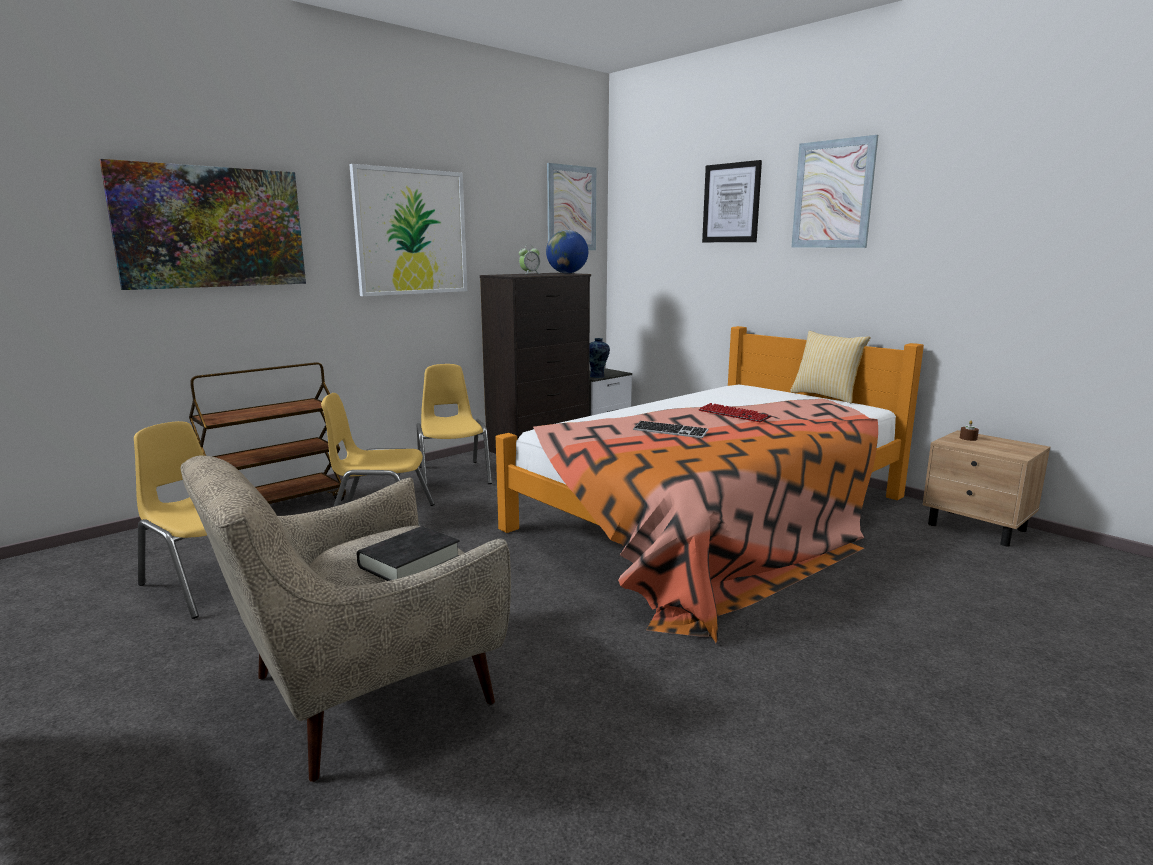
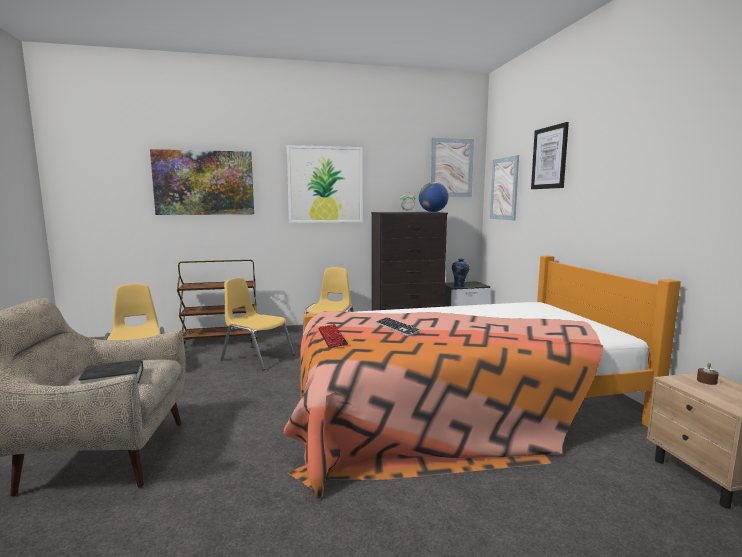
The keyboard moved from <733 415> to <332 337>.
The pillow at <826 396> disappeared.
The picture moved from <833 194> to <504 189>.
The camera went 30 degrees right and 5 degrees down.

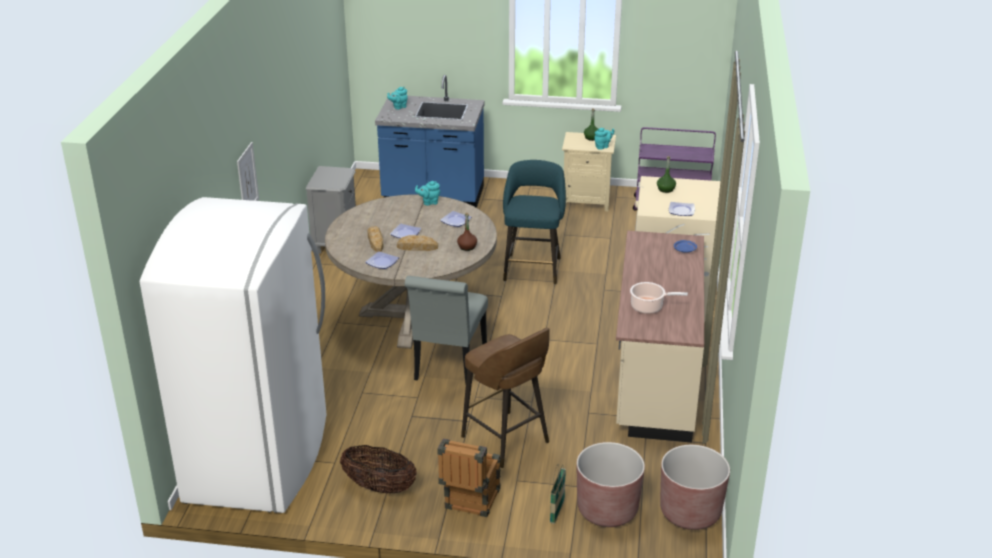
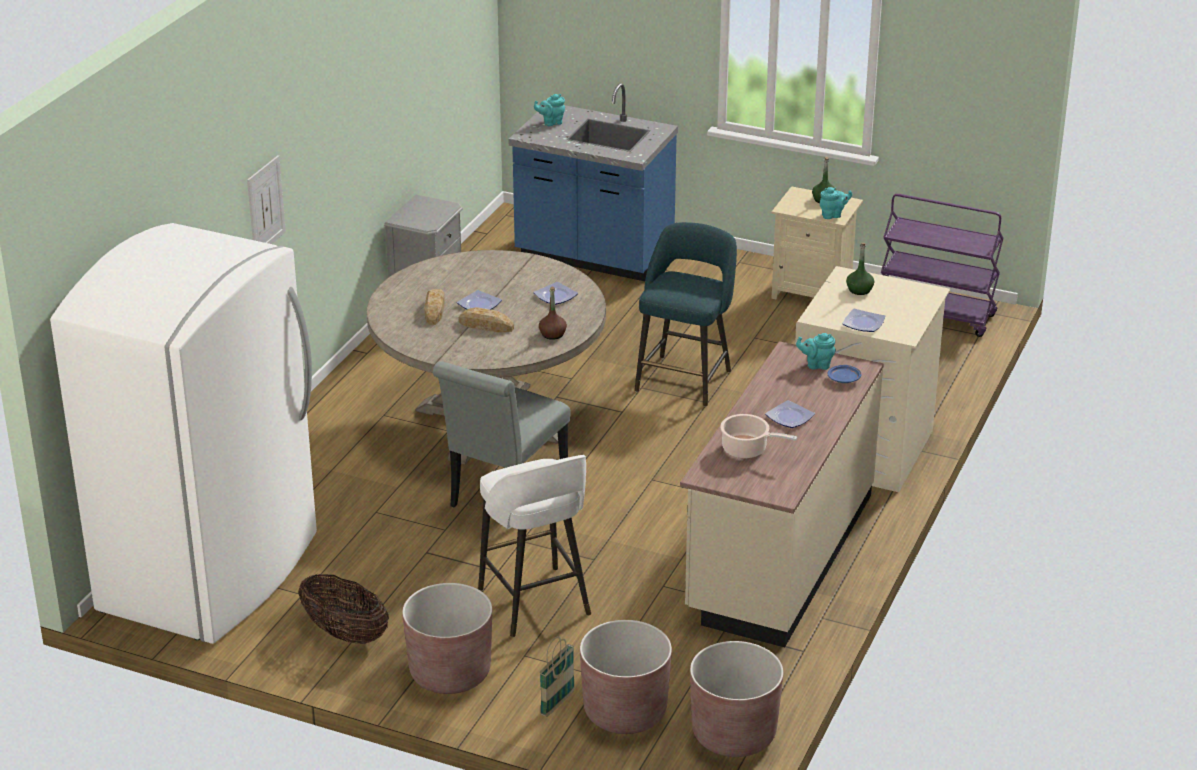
The plate moved from <382 262> to <790 417>.
The teapot (turquoise) moved from <429 202> to <816 365>.
The crate at <469 503> was replaced by the planter (brown) at <450 673>.
The stool (brown) at <506 441> became the stool (white) at <535 604>.
The camera went 15 degrees right and 0 degrees up.

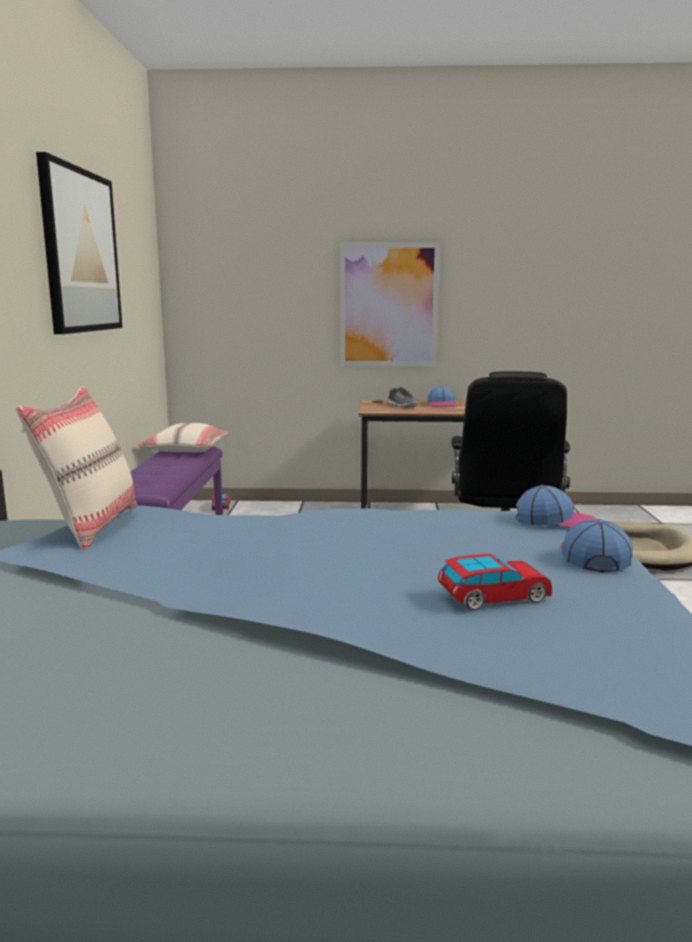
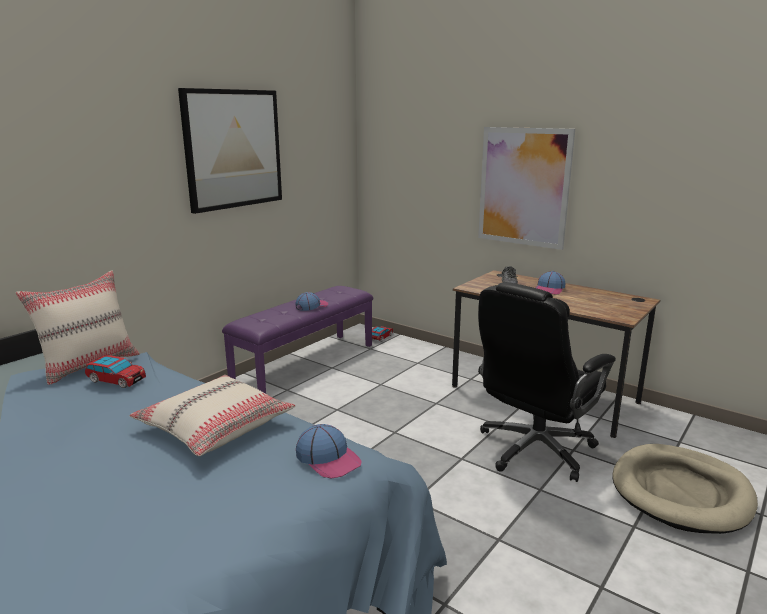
The pillow (beige) moved from <185 449> to <215 426>.
The toy car moved from <493 597> to <116 380>.
The cap moved from <593 555> to <311 306>.
The camera went 35 degrees right and 5 degrees up.

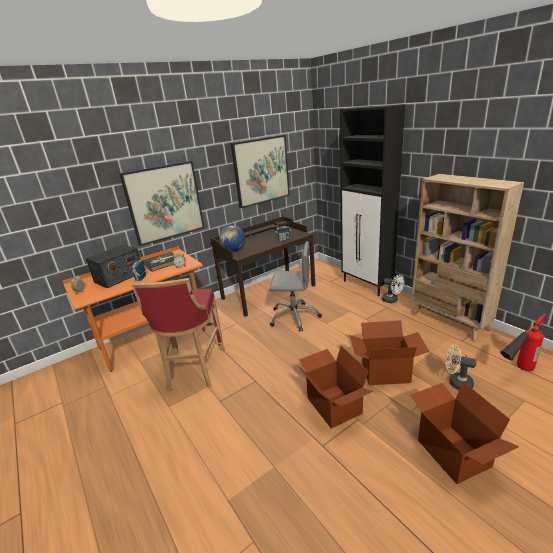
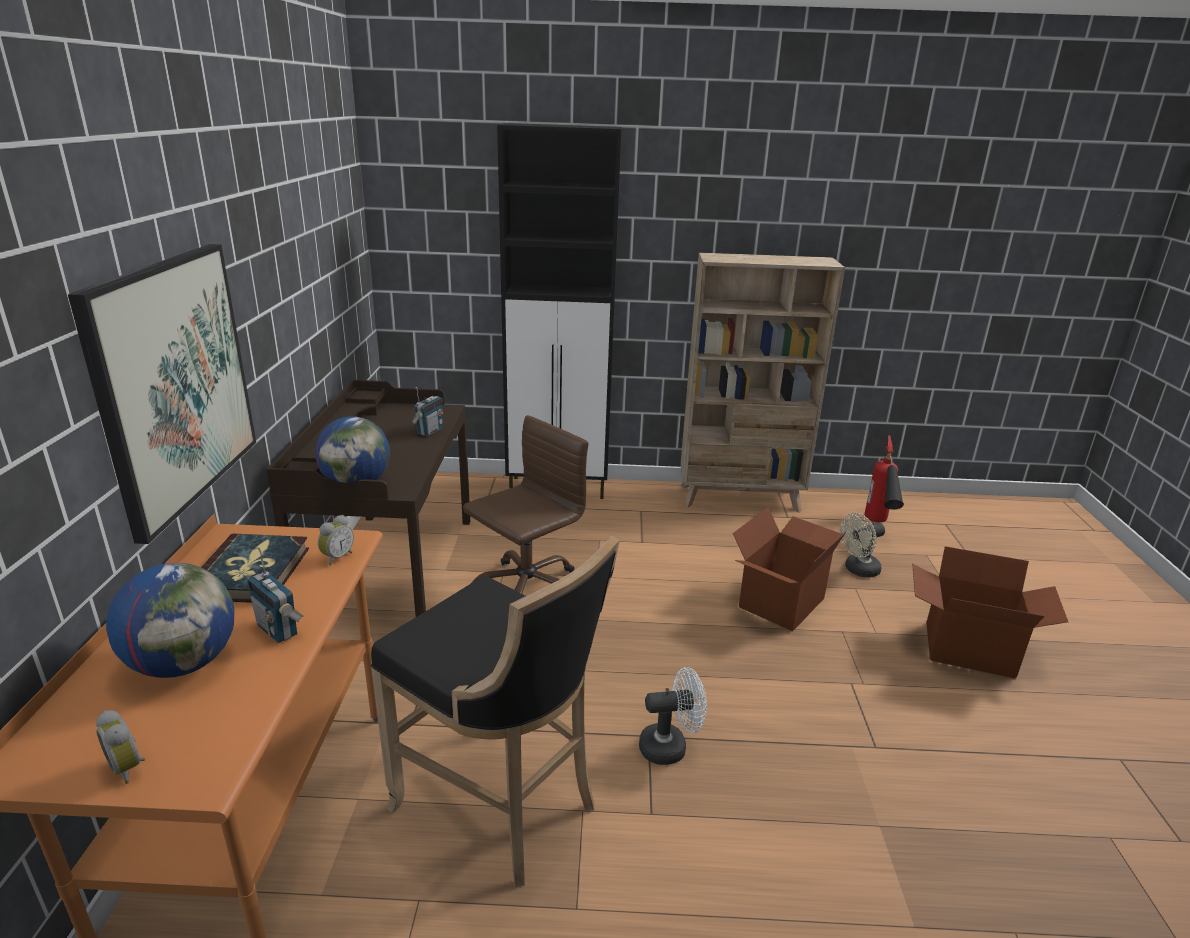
The radio at <119 277> was replaced by the globe at <184 663>.
The stool (red) at <194 370> became the stool (black) at <502 806>.
The picture at <261 171> disappeared.
The office chair (grey) at <294 317> became the office chair (brown) at <526 593>.
The cardboard box at <333 406> disappeared.
The fan (white) moved from <392 300> to <670 746>.
The camera went 55 degrees left and 0 degrees up.

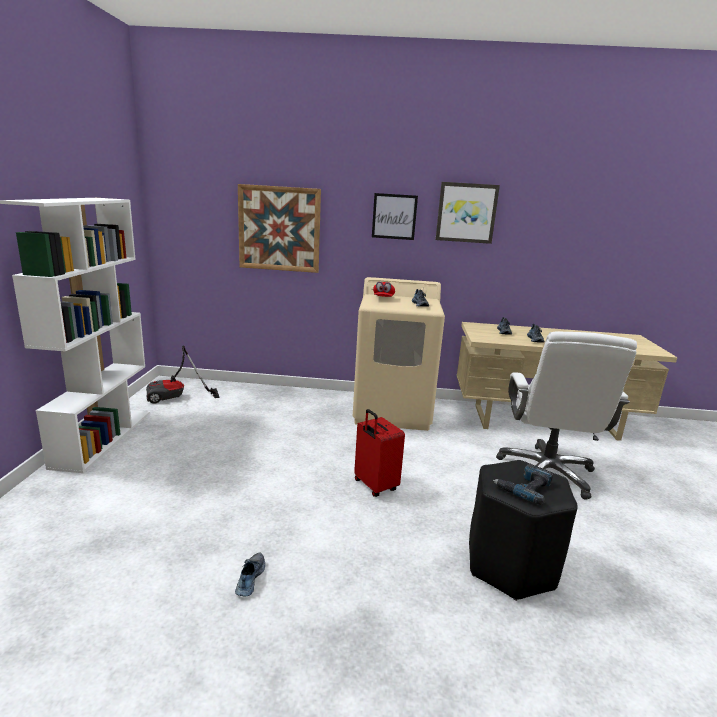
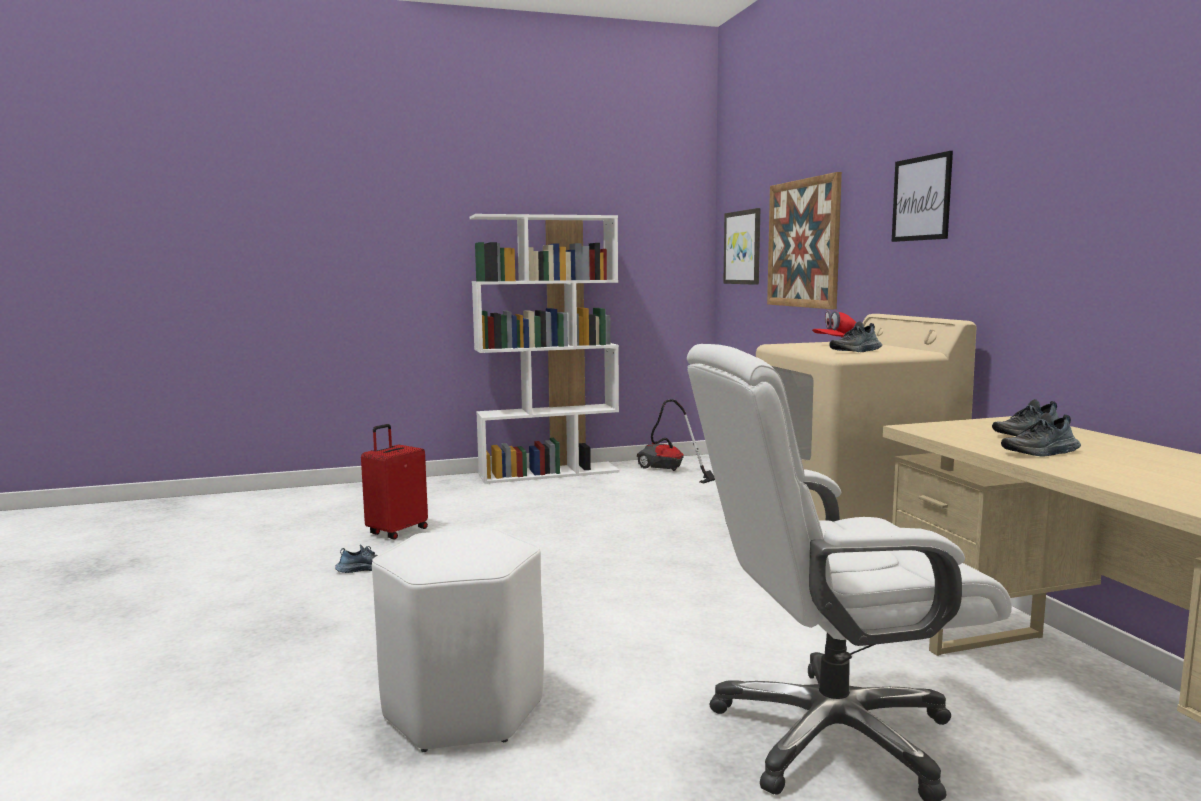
The suitcase (red) moved from <374 486> to <397 531>.
The picture moved from <466 213> to <743 247>.
The stool (black) at <510 566> became the stool (white) at <464 709>.
The power drill at <524 487> disappeared.
The camera went 70 degrees right and 10 degrees down.

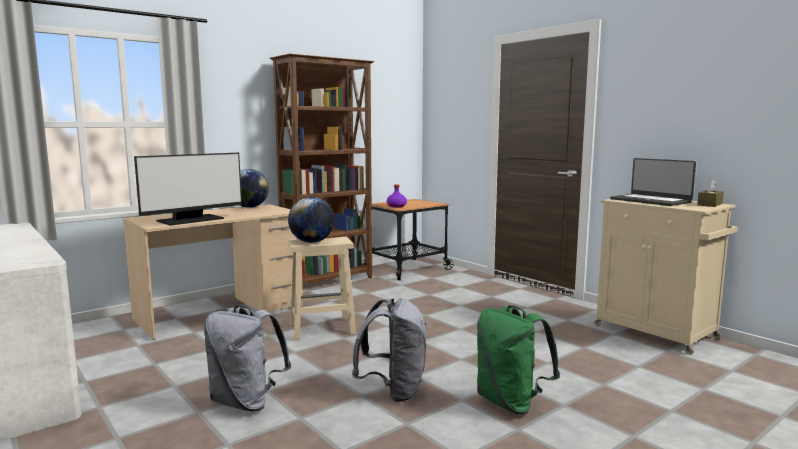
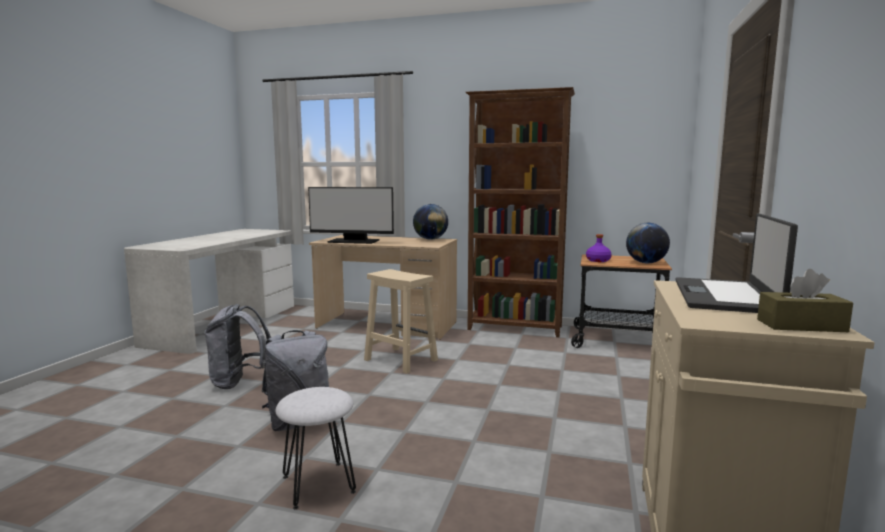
The globe moved from <312 242> to <646 263>.
The backpack (green) at <511 403> was replaced by the stool (white) at <318 484>.
The camera went 55 degrees right and 0 degrees up.

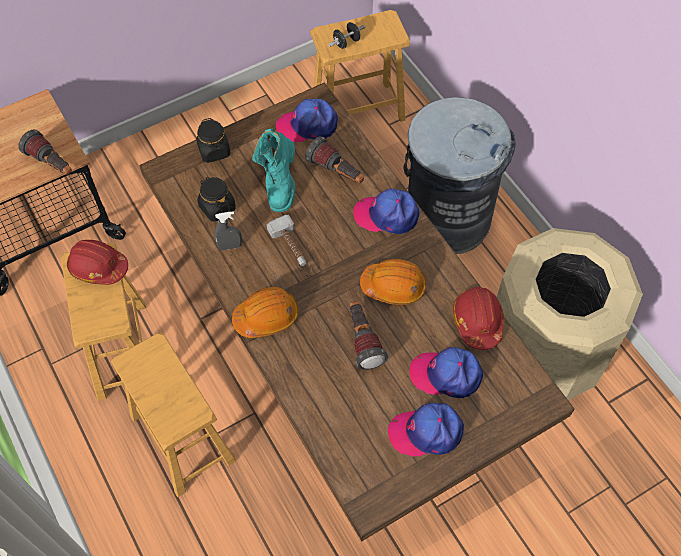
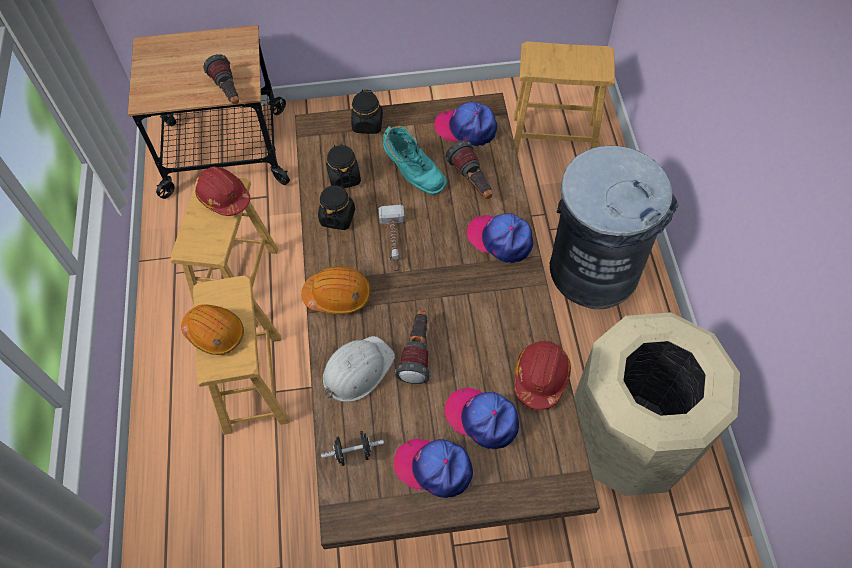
The spray bottle (grey) at <230 246> was replaced by the jar (black) at <337 217>.
The boot (turquoise) at <279 184> turned 75 degrees counterclockwise.
The dumbbell (black) moved from <346 42> to <353 452>.
The hard hat (orange) moved from <394 286> to <214 332>.
The hard hat (white) at <357 370> appeared.
The camera went 25 degrees right and 0 degrees up.

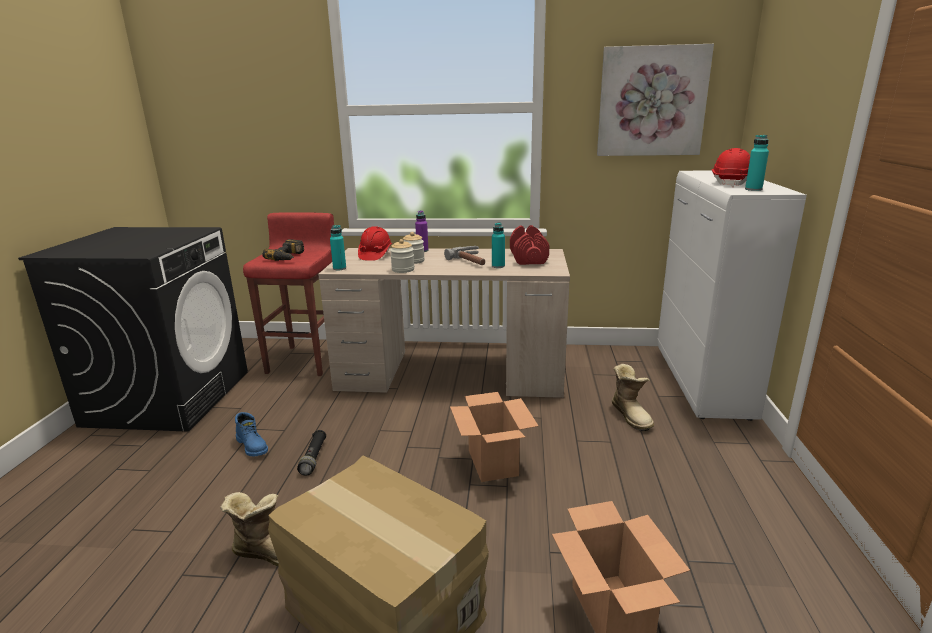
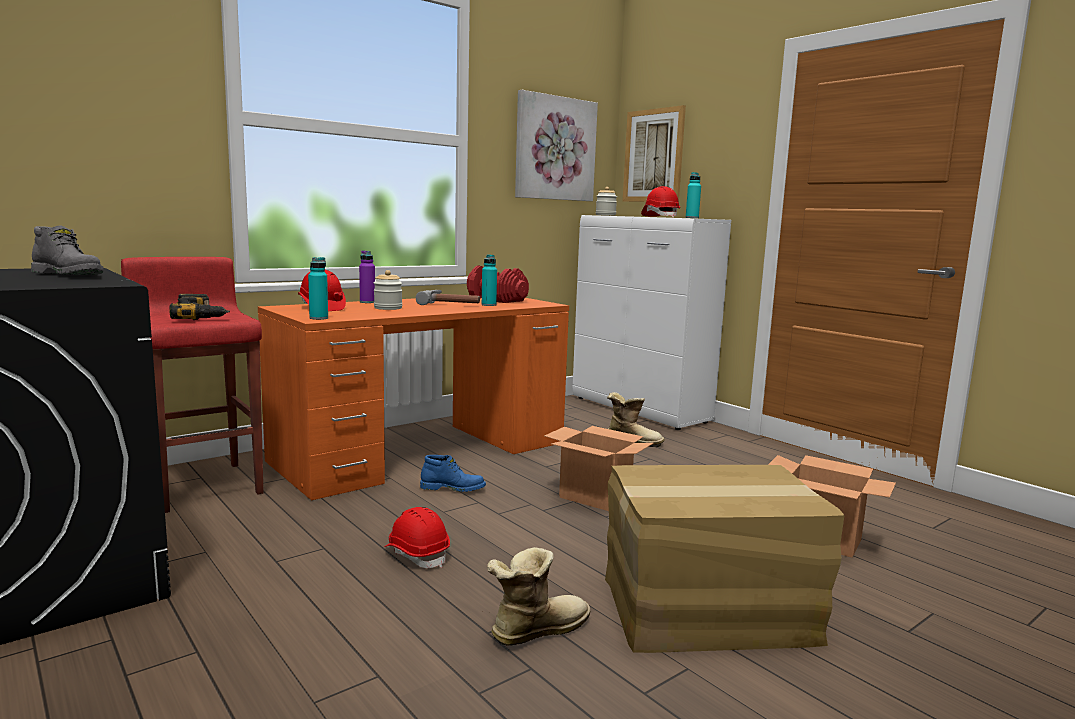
The boot (blue) moved from <253 446> to <453 488>.
The flashlight (black) at <313 458> was replaced by the hard hat (red) at <417 554>.
The desk (beige) at <452 372> became the desk (orange) at <424 451>.
The jar moved from <403 270> to <605 215>.
The boot (grey) at <69 275> appeared.
The picture at <653 156> appeared.
The camera went 45 degrees left and 10 degrees down.

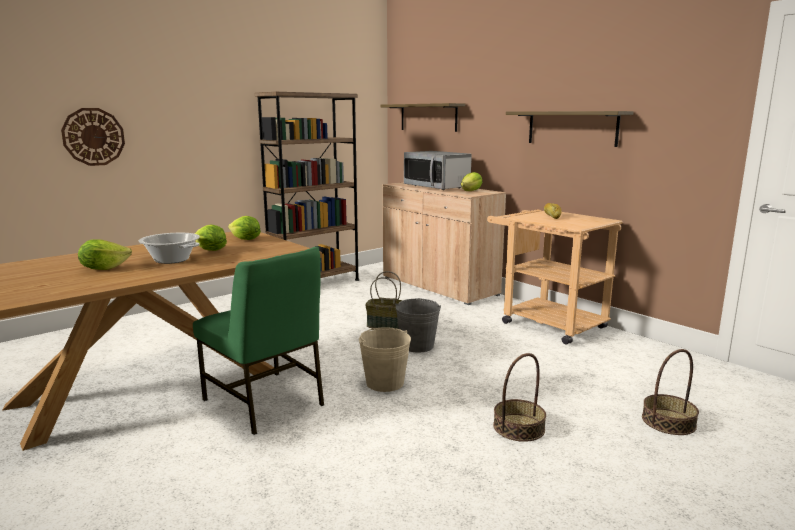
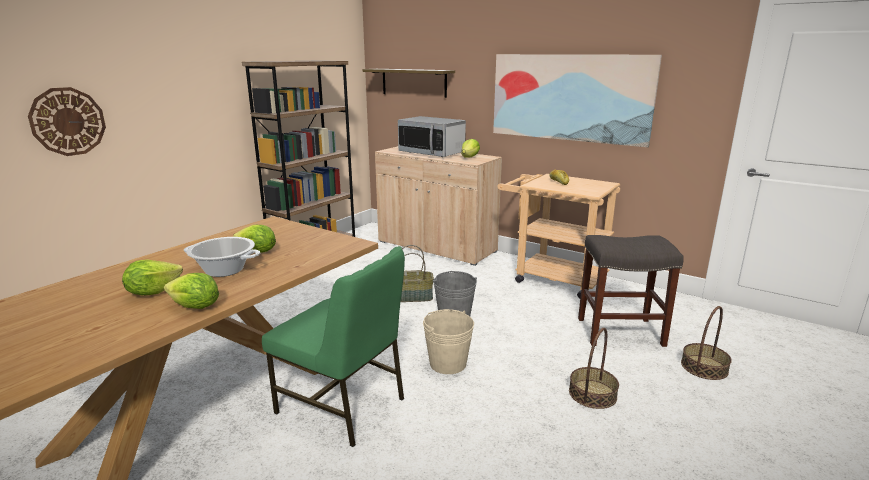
The lettuce moved from <245 240> to <195 307>.
The shelf at <571 128> was replaced by the picture at <569 97>.
The stool (grey) at <619 332> appeared.
The camera went 15 degrees left and 5 degrees up.

